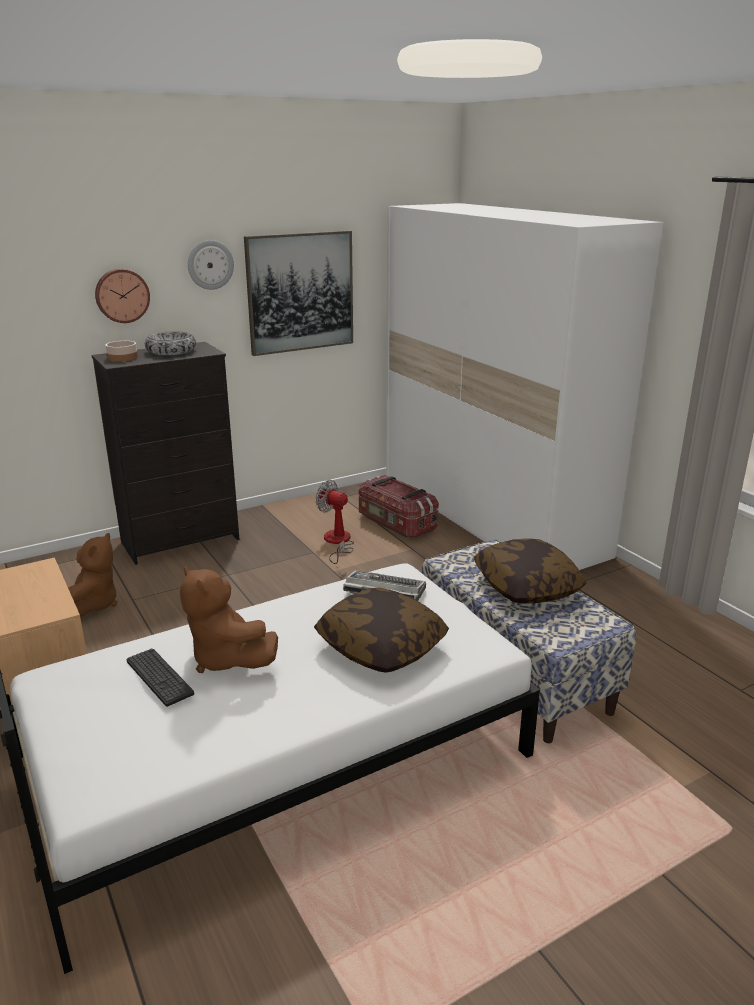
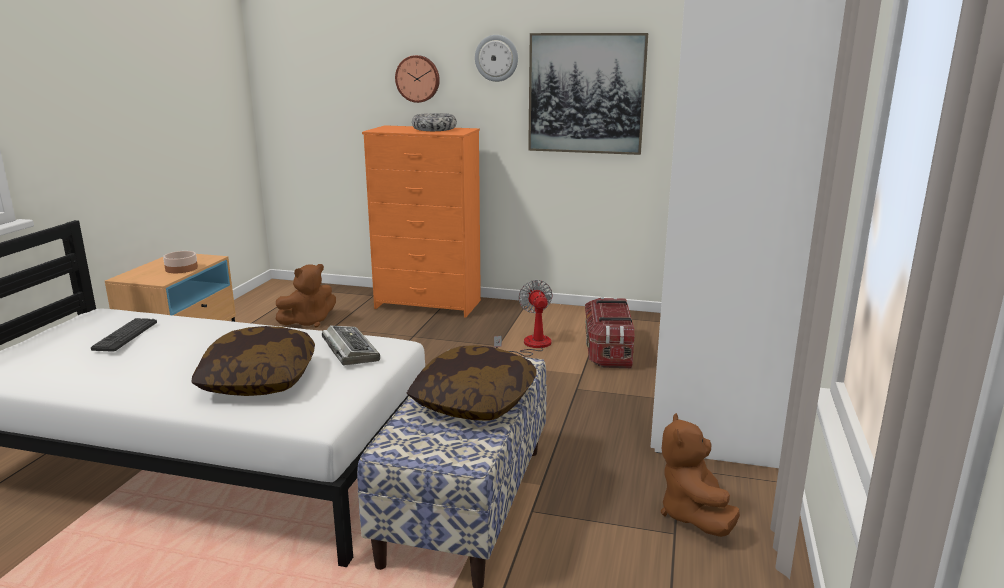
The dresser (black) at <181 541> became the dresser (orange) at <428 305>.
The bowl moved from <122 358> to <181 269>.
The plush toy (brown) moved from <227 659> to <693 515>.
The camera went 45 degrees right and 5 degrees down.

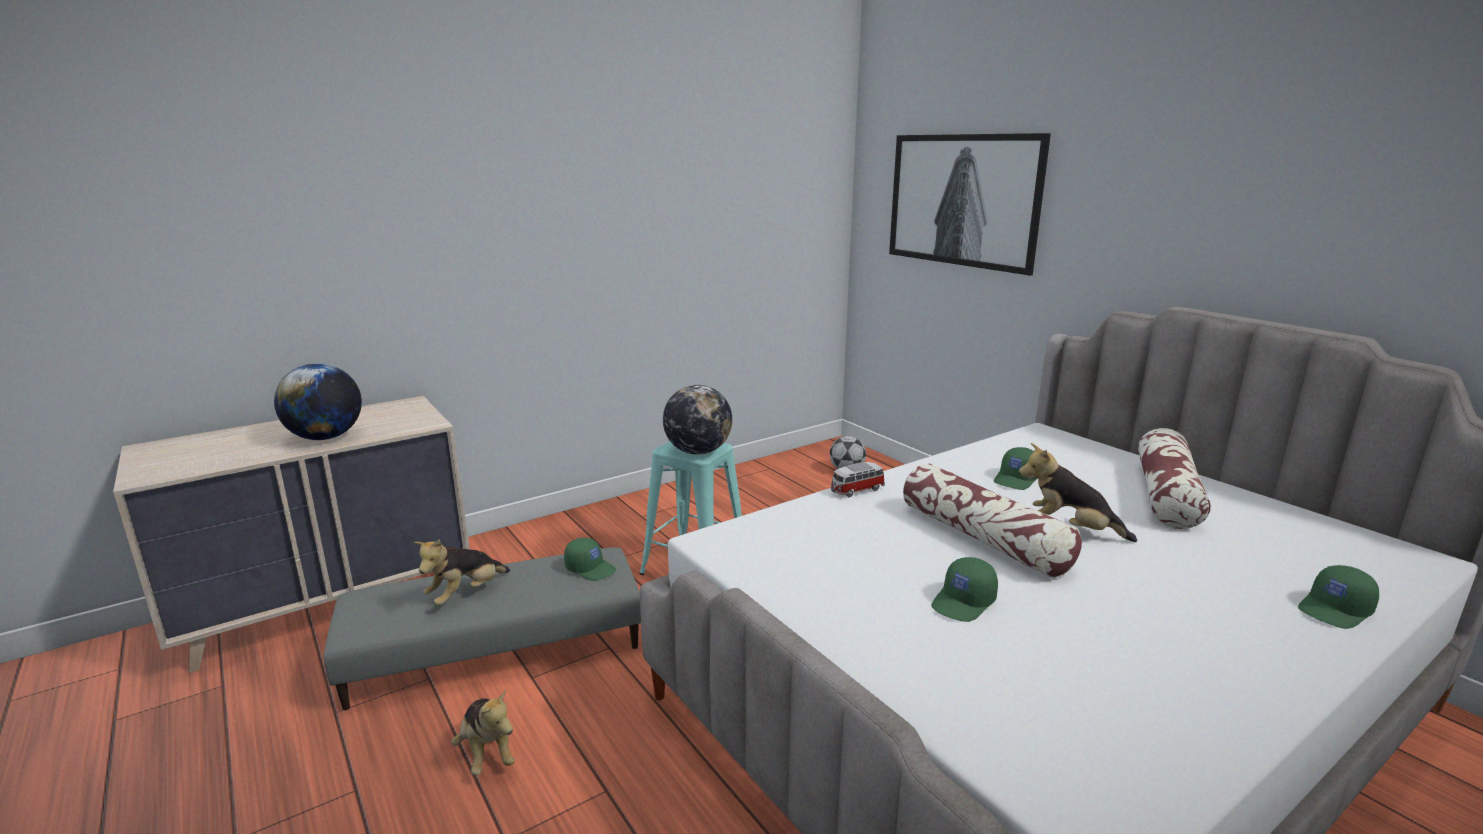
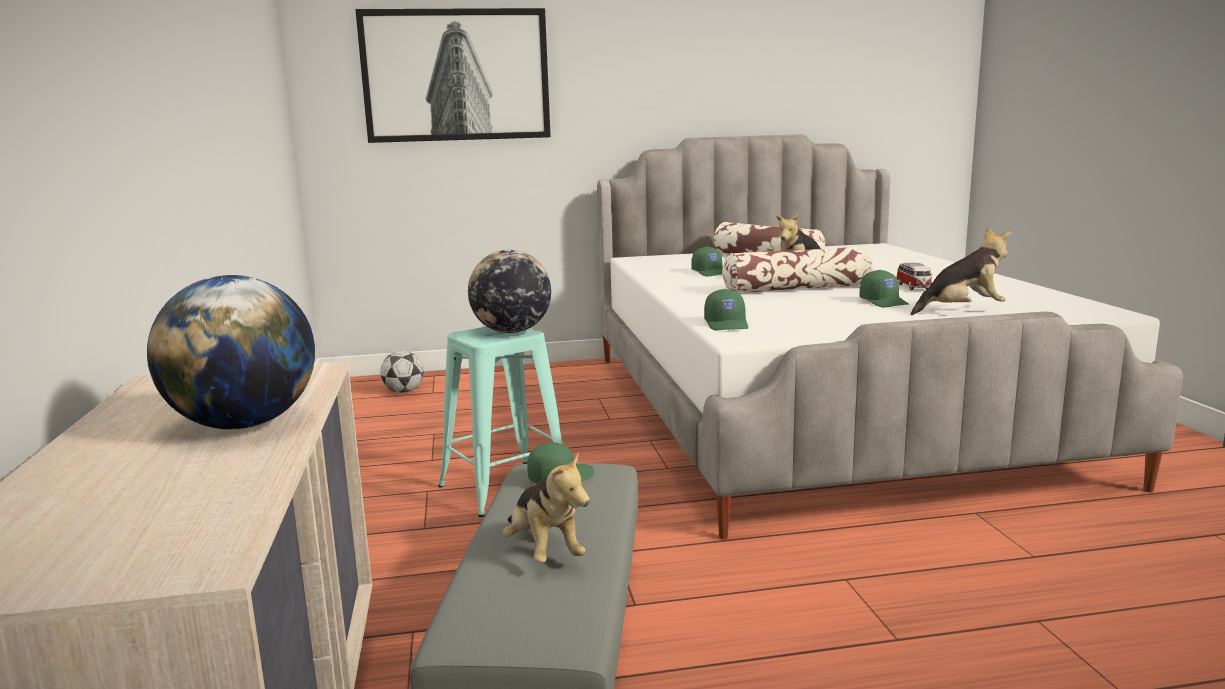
The plush toy moved from <487 752> to <962 311>.
The toy car moved from <856 490> to <913 287>.
The cap (green) moved from <1336 611> to <727 324>.
The camera went 65 degrees left and 5 degrees down.

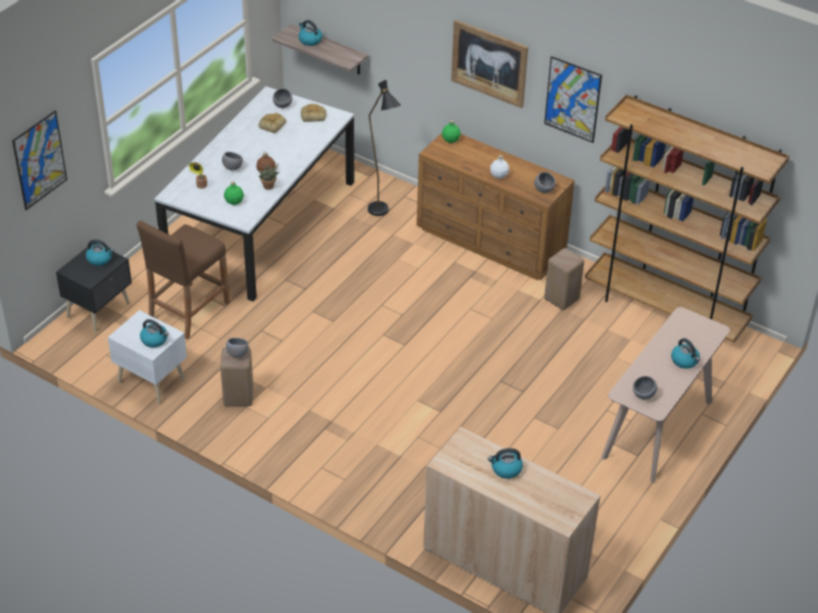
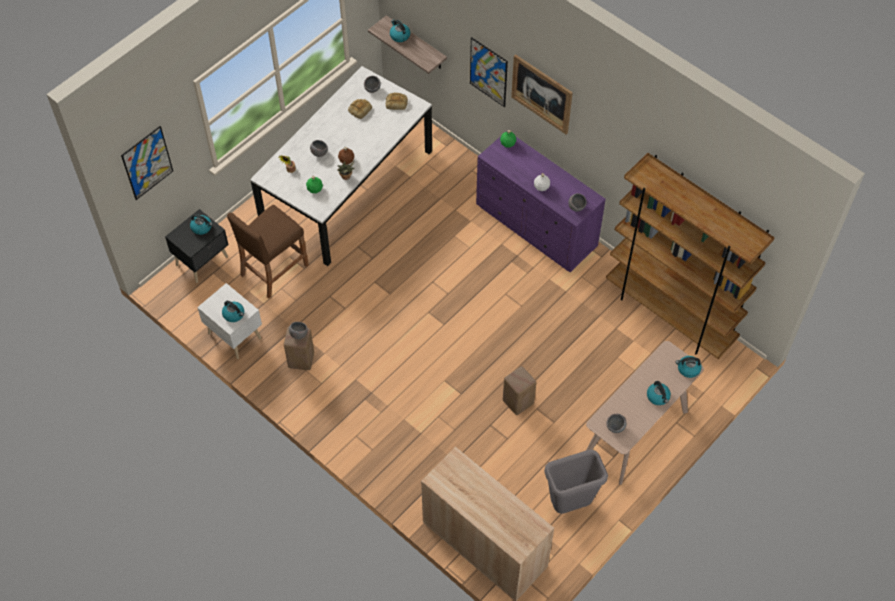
The floor lamp (black) at <382 214> disappeared.
The dresser (brown) at <491 242> became the dresser (purple) at <537 227>.
The kettle moved from <506 469> to <688 369>.
The picture moved from <572 99> to <488 72>.
The stool (beige) moved from <561 298> to <518 401>.
The trash can (grey) at <570 505> appeared.
The camera went 10 degrees right and 15 degrees up.

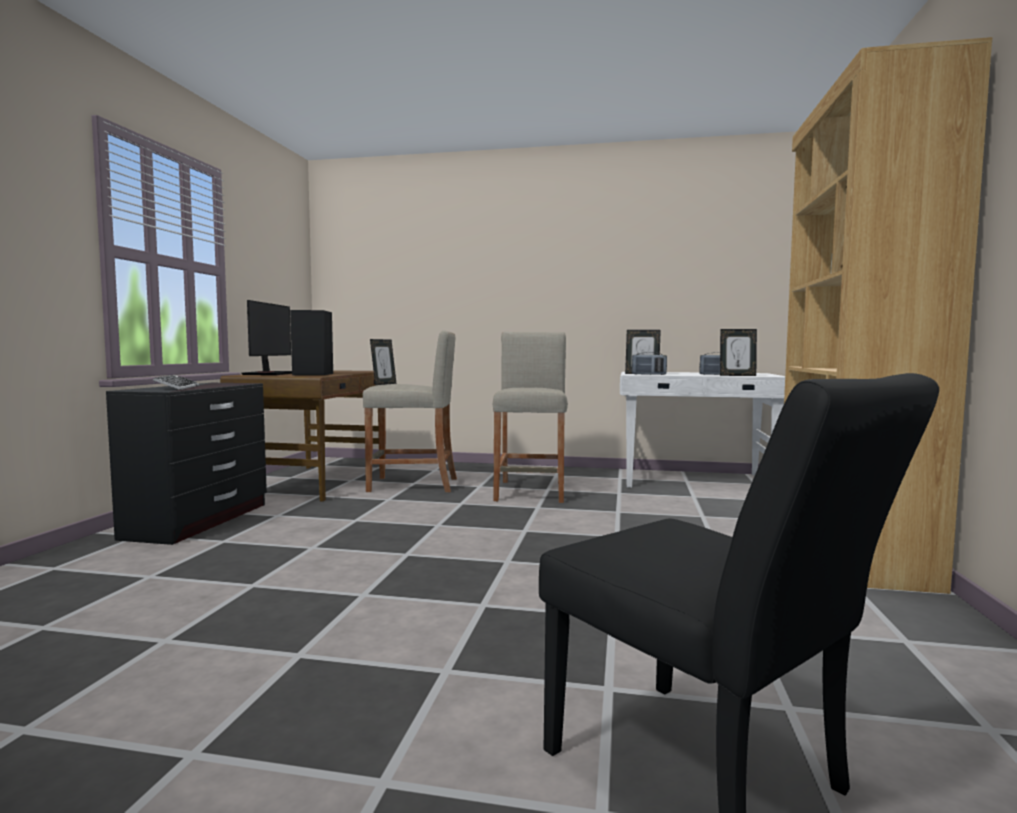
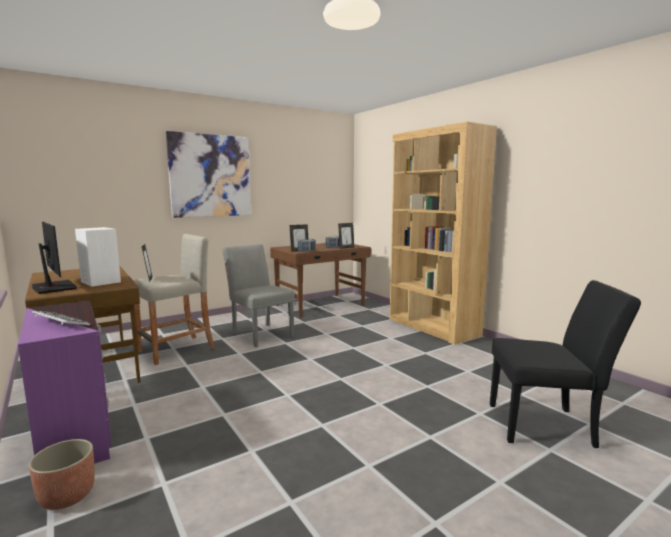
The dresser (black) at <200 520> became the dresser (purple) at <75 433>.
The speaker (black) at <313 374> became the speaker (white) at <100 282>.
The stool (beige) at <531 491> was replaced by the chair (grey) at <259 333>.
The desk (white) at <696 481> became the desk (brown) at <321 305>.
The planter at <67 496> appeared.
The picture at <210 176> appeared.
The camera went 45 degrees left and 5 degrees up.

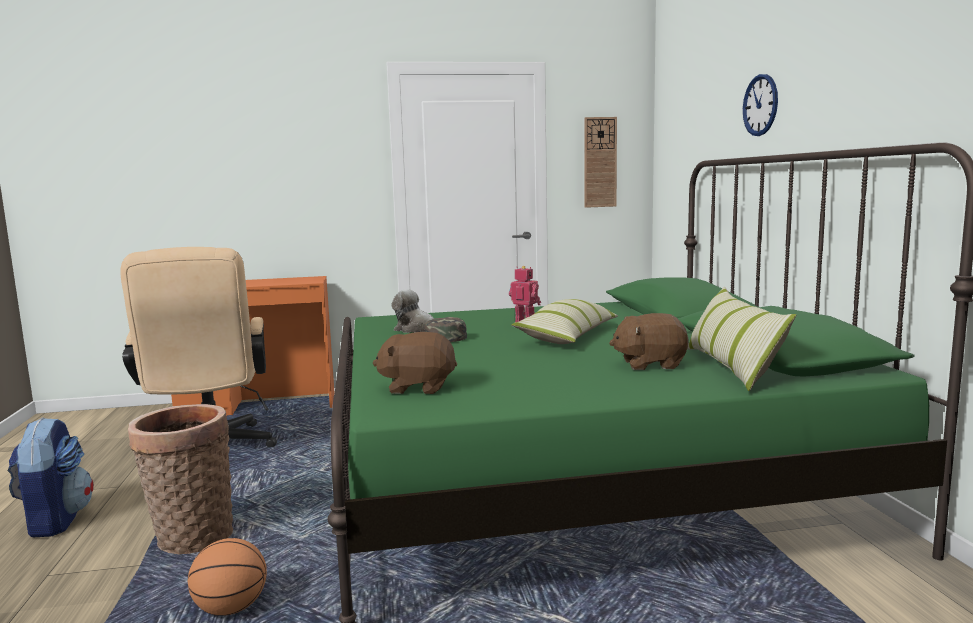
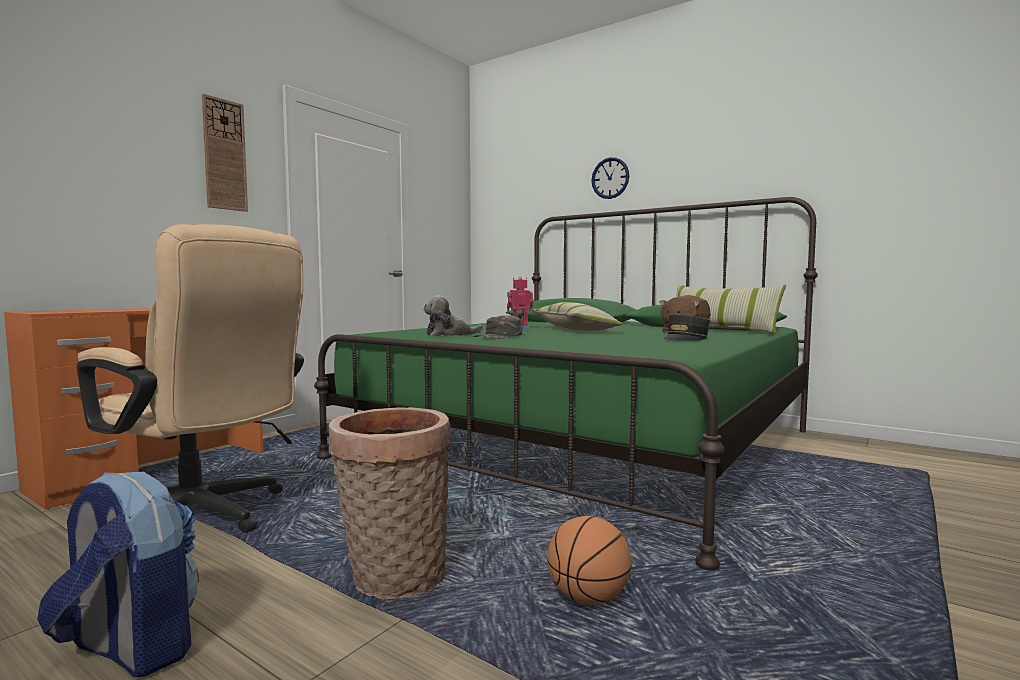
The plush toy (brown) at <418 387> disappeared.
The wall clock moved from <600 162> to <224 155>.
The cap (grey) at <686 339> appeared.
The camera went 45 degrees left and 5 degrees down.

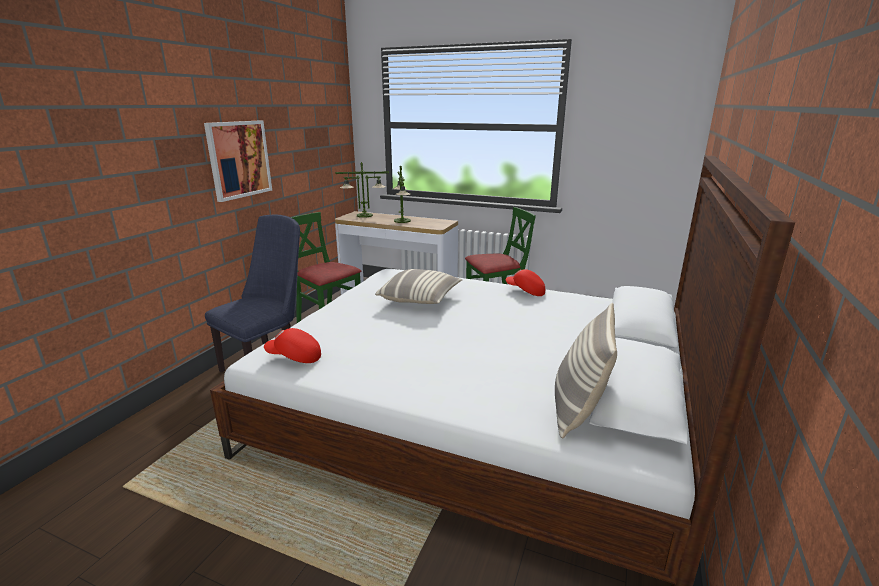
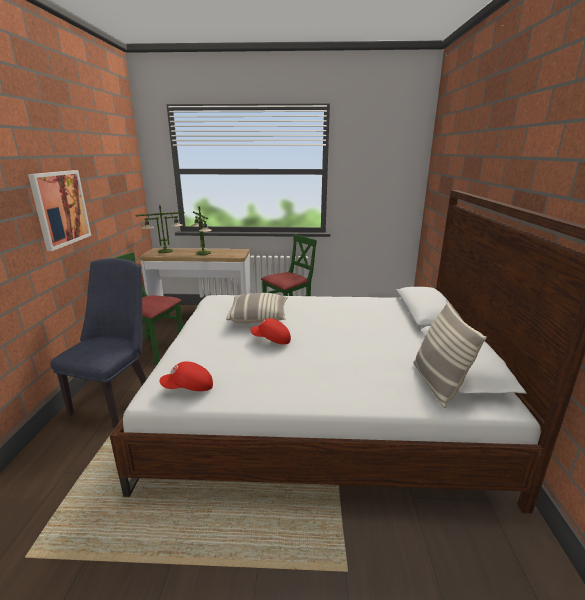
The cap (red) moved from <525 291> to <271 340>.
The camera went 20 degrees left and 0 degrees up.

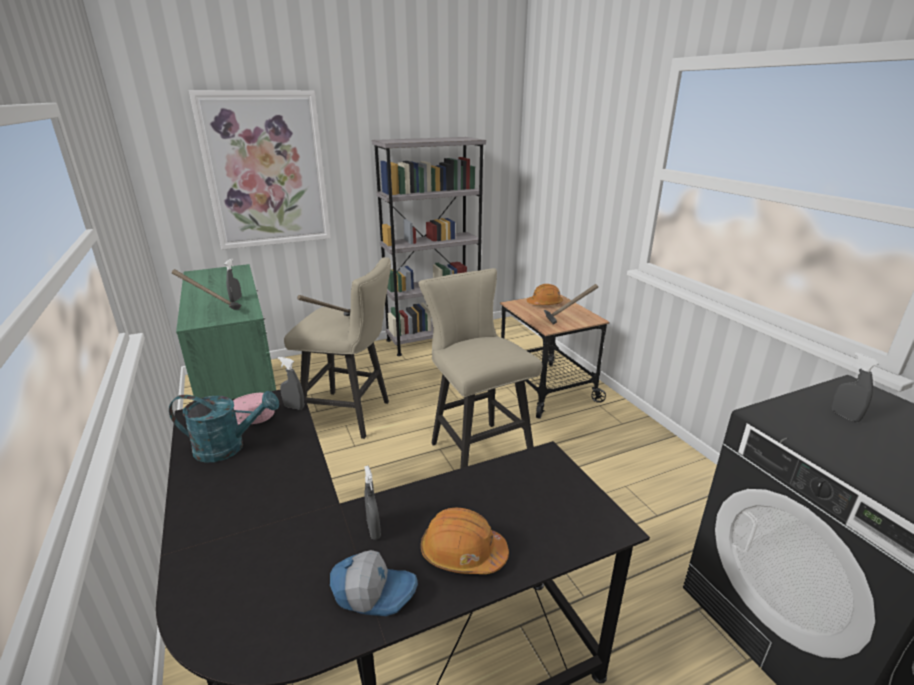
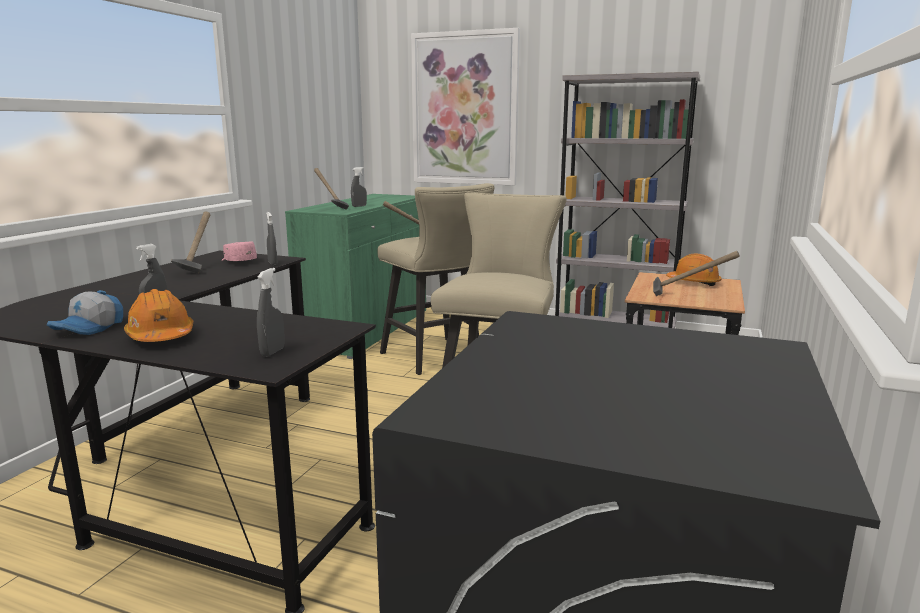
The watering can (turquoise) at <229 447> was replaced by the hammer at <197 267>.
The cap at <374 591> turned 60 degrees clockwise.
The spray bottle (grey) moved from <844 416> to <272 352>.
The camera went 45 degrees right and 10 degrees down.

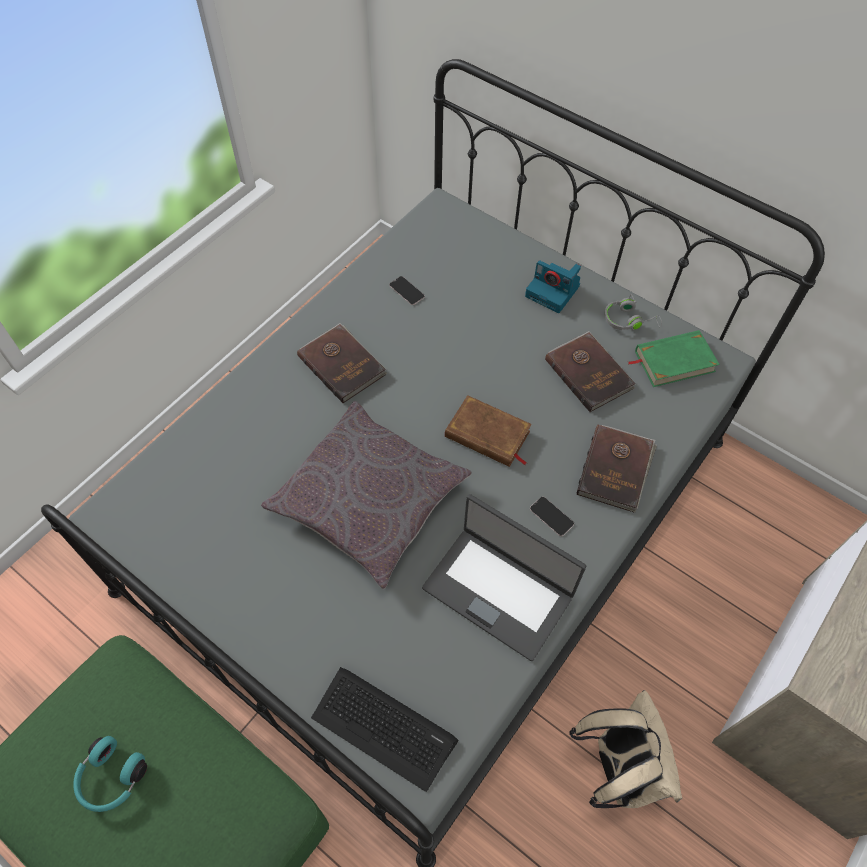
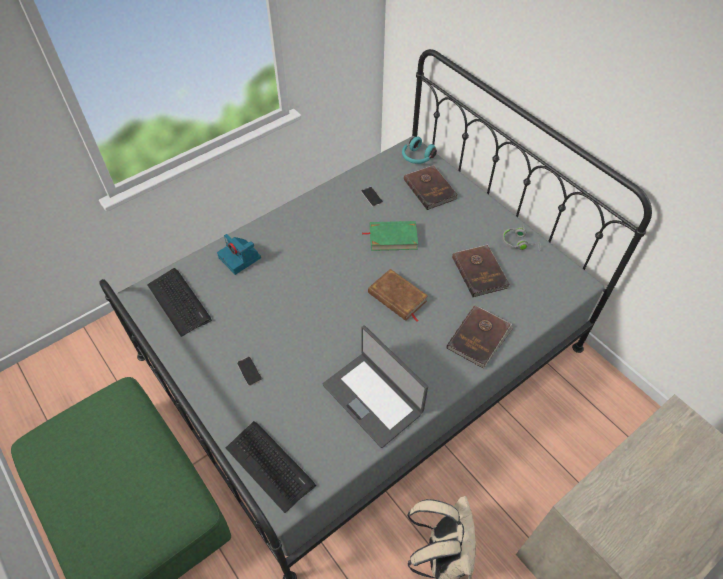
The headphones (turquoise) moved from <111 778> to <417 157>.
The pillow (grey) at <369 499> disappeared.
The book (brown) moved from <342 364> to <430 188>.
The photo camera moved from <553 291> to <240 258>.
The phone moved from <551 516> to <249 371>.
The book (green) moved from <674 361> to <393 238>.
The keyboard at <179 302> appeared.
The camera went 15 degrees right and 5 degrees down.

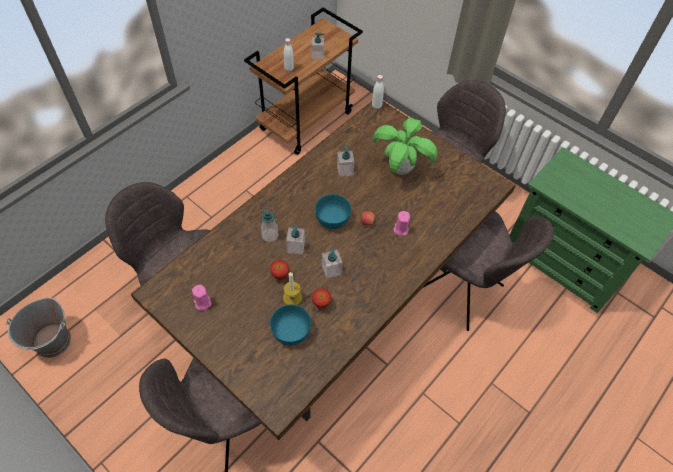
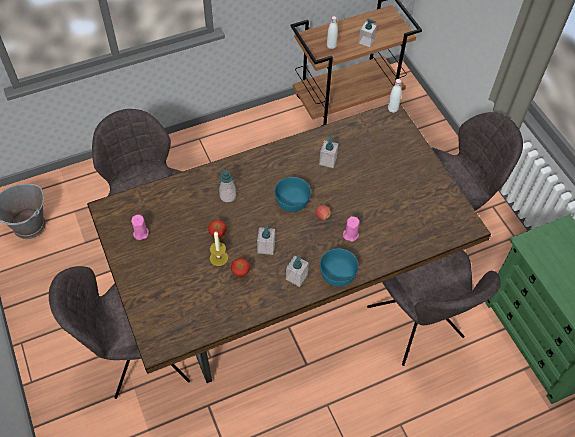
The bowl (turquoise) moved from <290 330> to <337 273>.
The soap dispenser moved from <296 247> to <296 277>.
The potted plant at <400 169> disappeared.
The camera went 25 degrees right and 0 degrees up.

